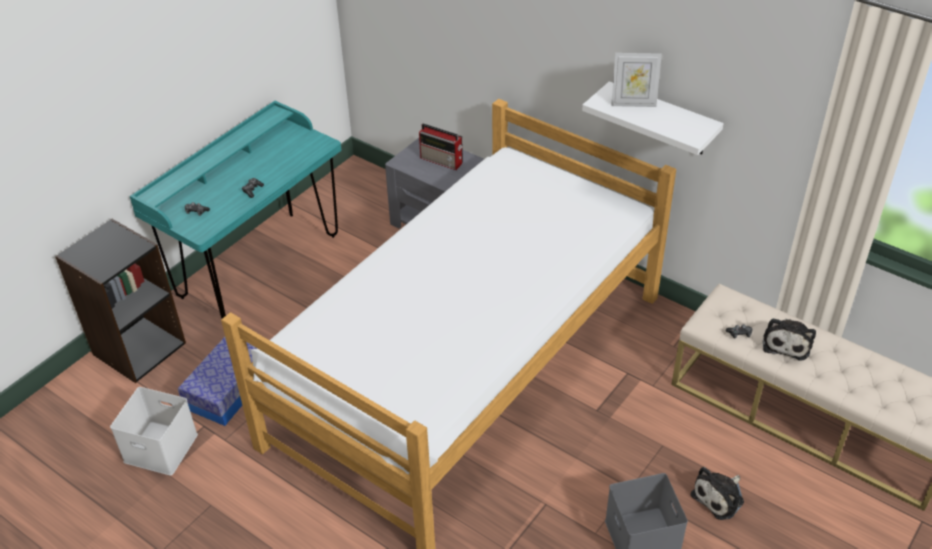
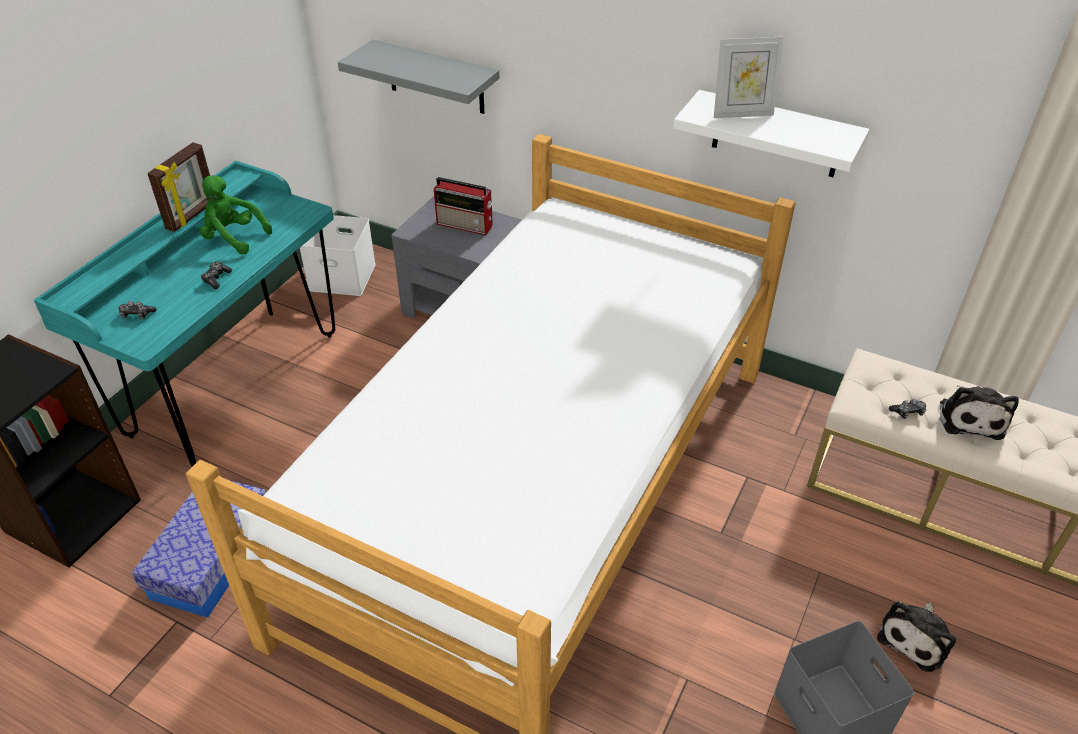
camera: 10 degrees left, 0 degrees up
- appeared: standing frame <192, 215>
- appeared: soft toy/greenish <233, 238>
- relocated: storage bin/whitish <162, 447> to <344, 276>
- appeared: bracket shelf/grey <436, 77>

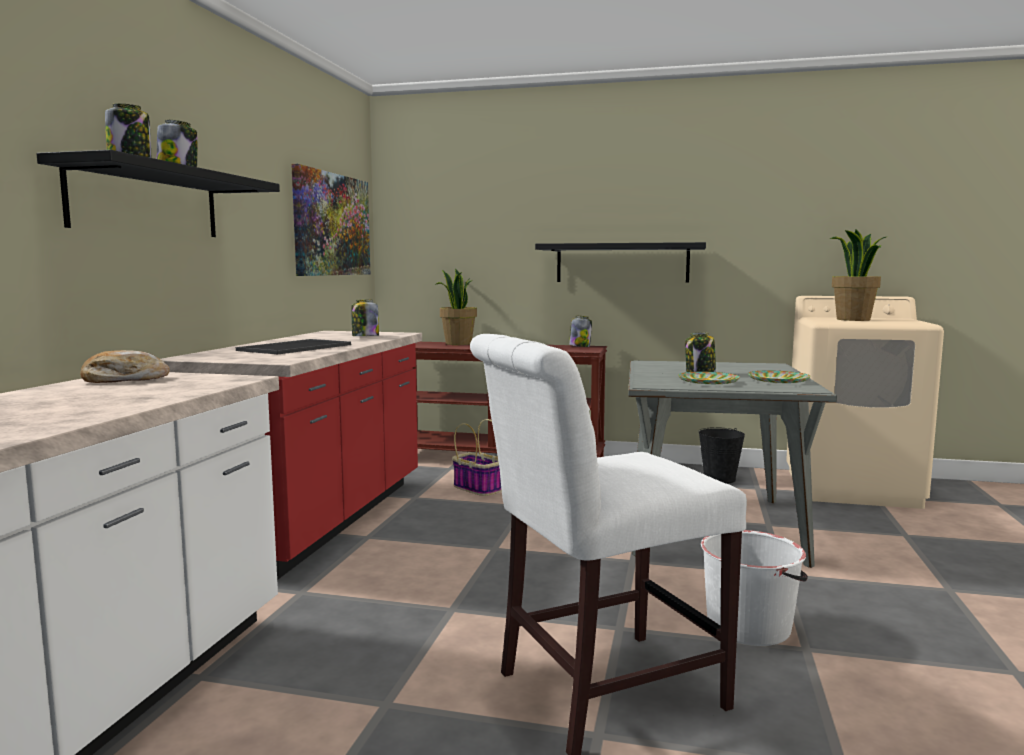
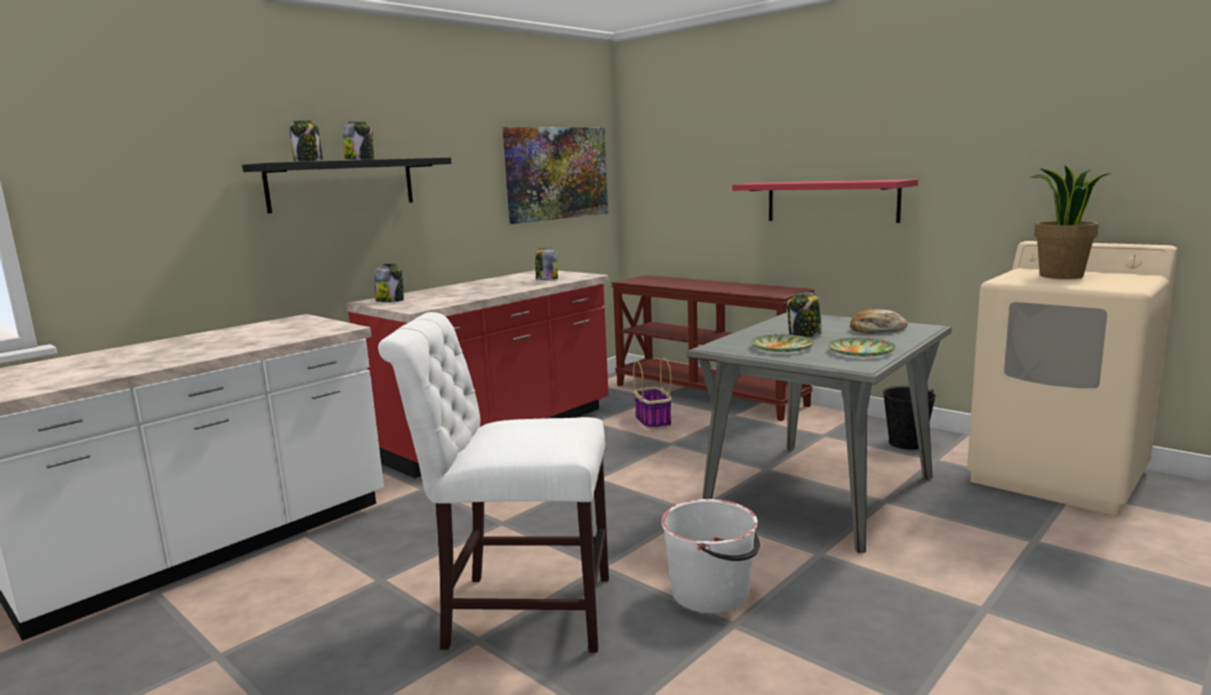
camera: 30 degrees right, 5 degrees up
- relocated: jar <579, 346> to <390, 301>
- colour: bracket shelf/black-coloured <622, 263> to bracket shelf/red-coloured <831, 201>
- relocated: bread <124, 380> to <877, 330>
- missing: carrying tray <295, 347>
- missing: houseplant <458, 343>

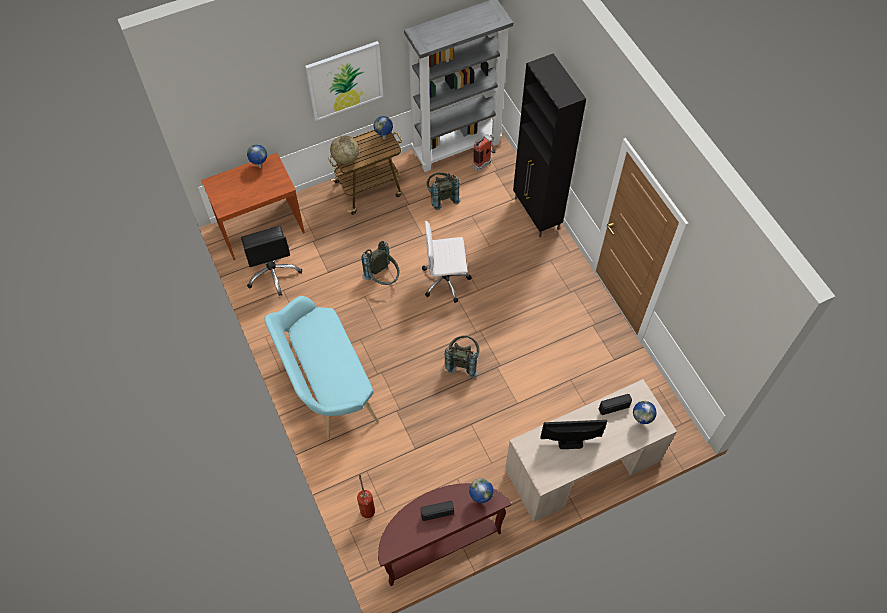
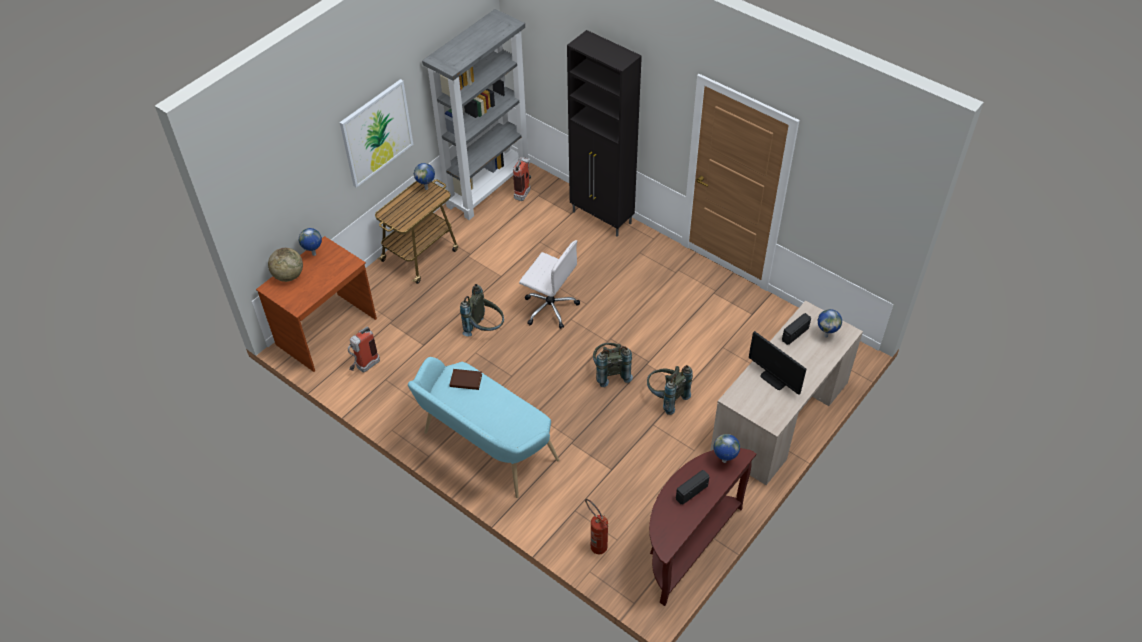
camera: 25 degrees left, 10 degrees down
- relocated: globe <345, 159> to <288, 276>
- exchanged: desk chair/black-coloured <273, 272> to fire extinguisher <364, 367>
- appeared: volume/brown <466, 381>
- spun: desk chair/whitish <446, 280> = <549, 307> 120 degrees counterclockwise
- relocated: rucksack/grey <441, 197> to <666, 398>
- spun: computer screen <570, 441> = <774, 378> 105 degrees counterclockwise

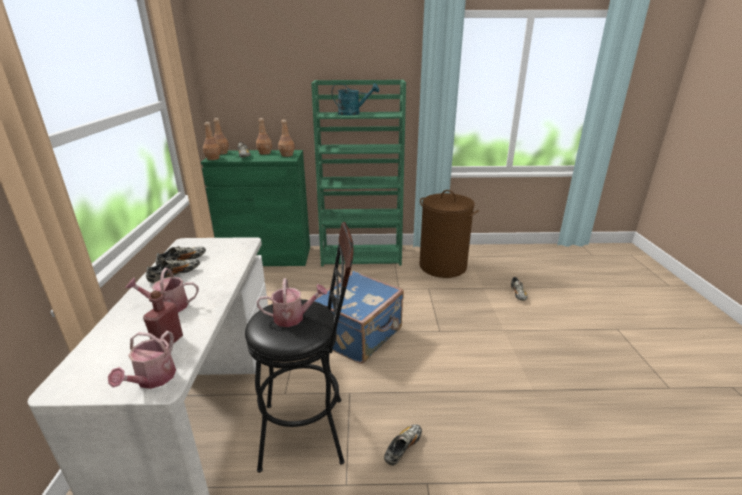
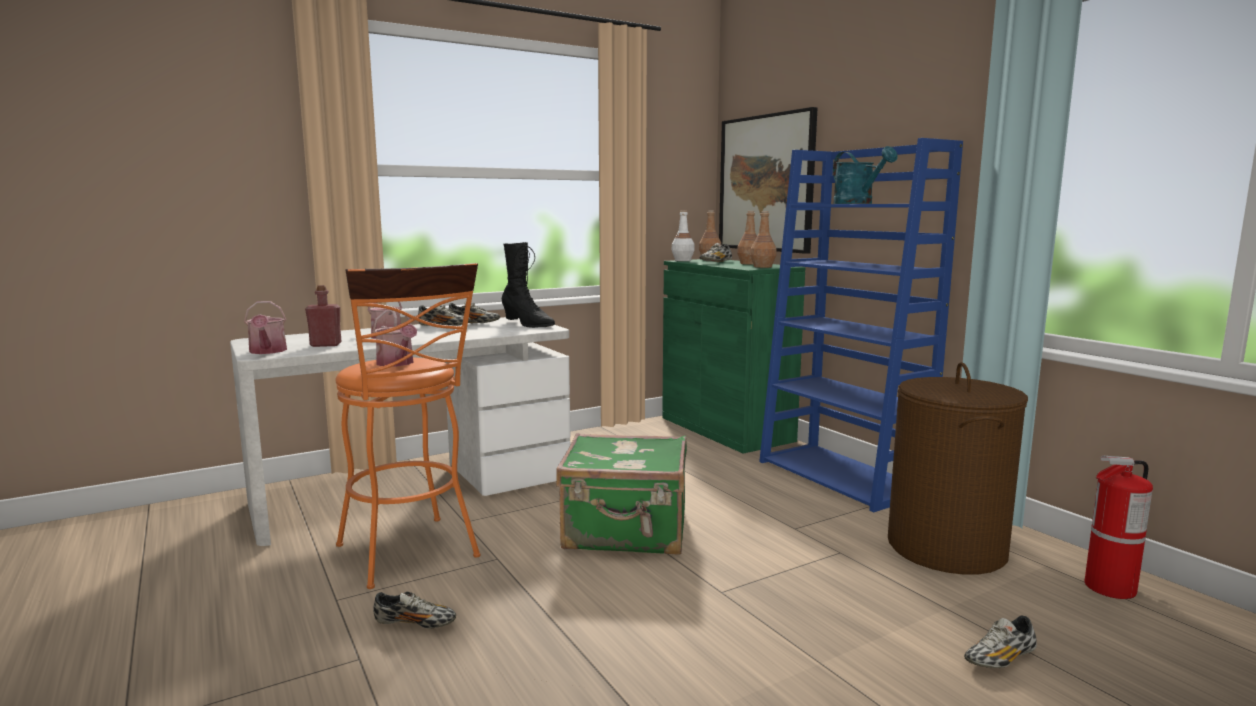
camera: 60 degrees right, 15 degrees down
- spun: watering can <152, 379> = <267, 351> 90 degrees counterclockwise
- colour: stool/black-coloured <312, 431> to stool/orange <412, 555>
- appeared: tall boot/black-coloured <527, 324>
- colour: suitcase/blue-coloured <359, 335> to suitcase/greenish <626, 532>
- colour: drink bottle/brown <213, 158> to drink bottle/whitish <682, 260>
- appeared: picture <766, 183>
- colour: bookcase/greenish <362, 255> to bookcase/blue-coloured <843, 477>
- appeared: fire extinguisher <1109, 588>

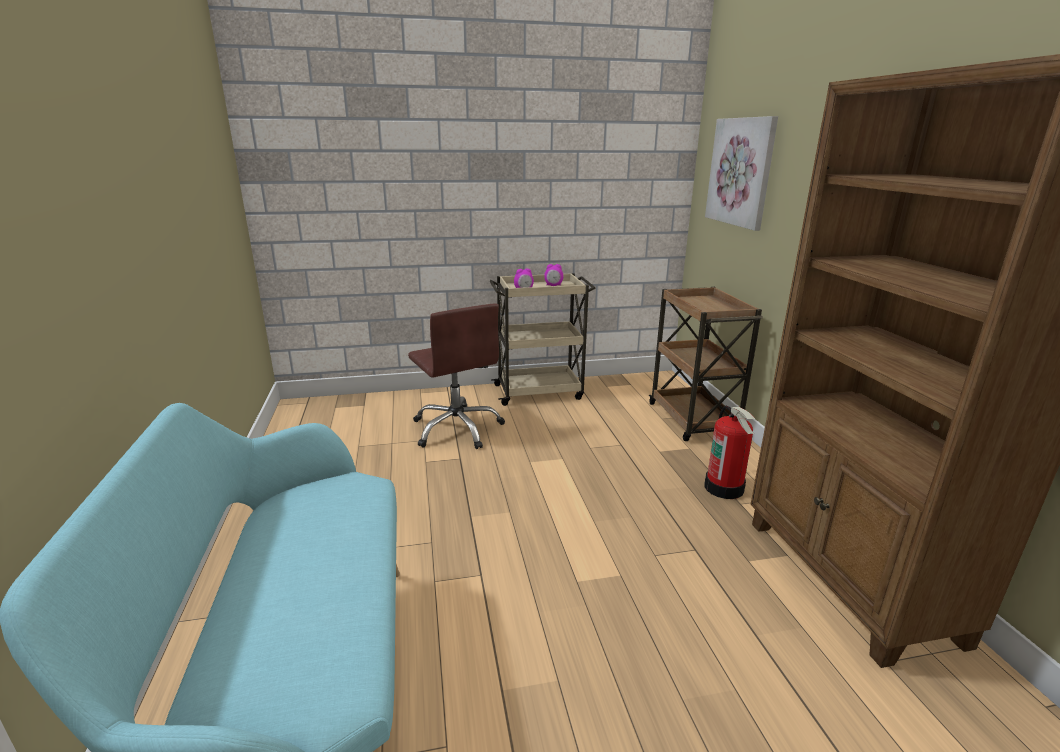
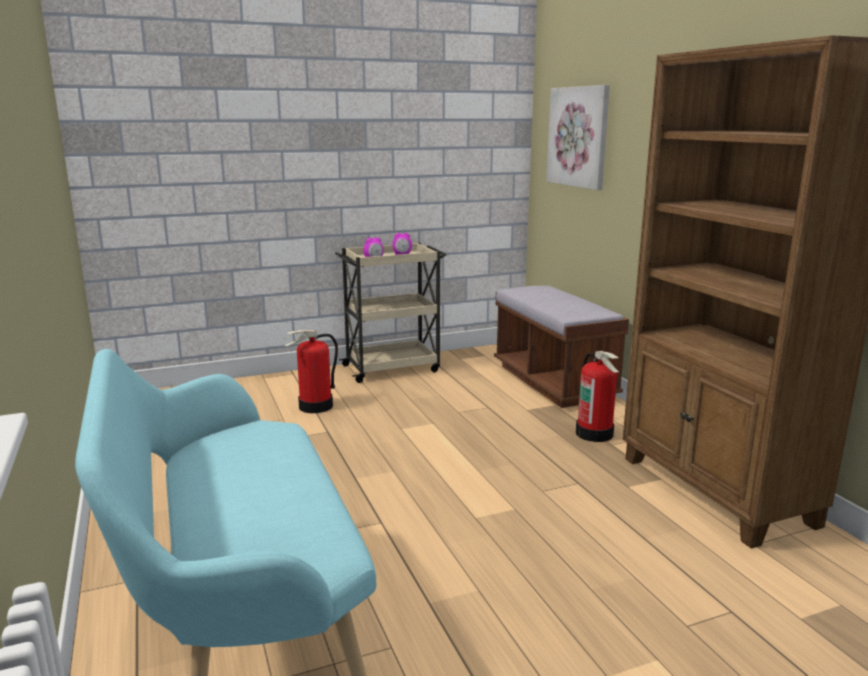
camera: 10 degrees left, 5 degrees down
- exchanged: desk chair/brown <457, 428> to fire extinguisher <316, 406>
- exchanged: cart/brown <693, 420> to bench/brown <553, 382>

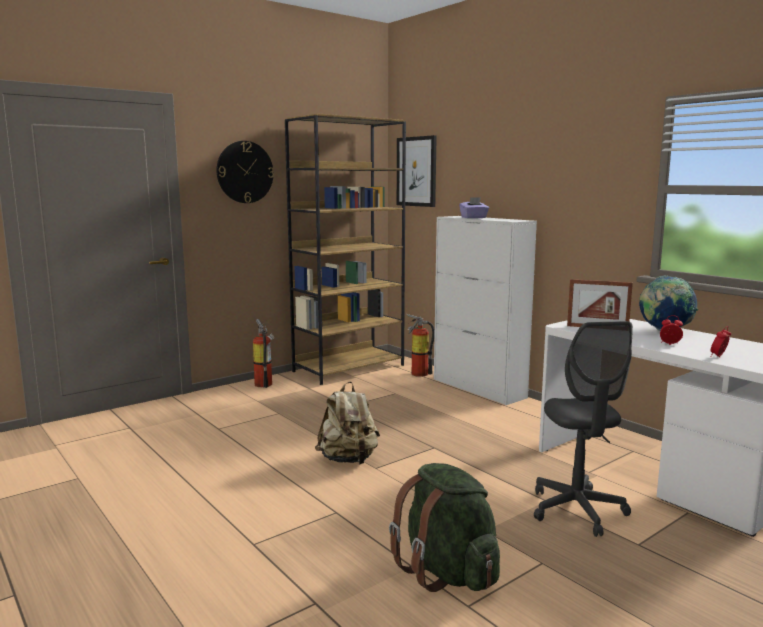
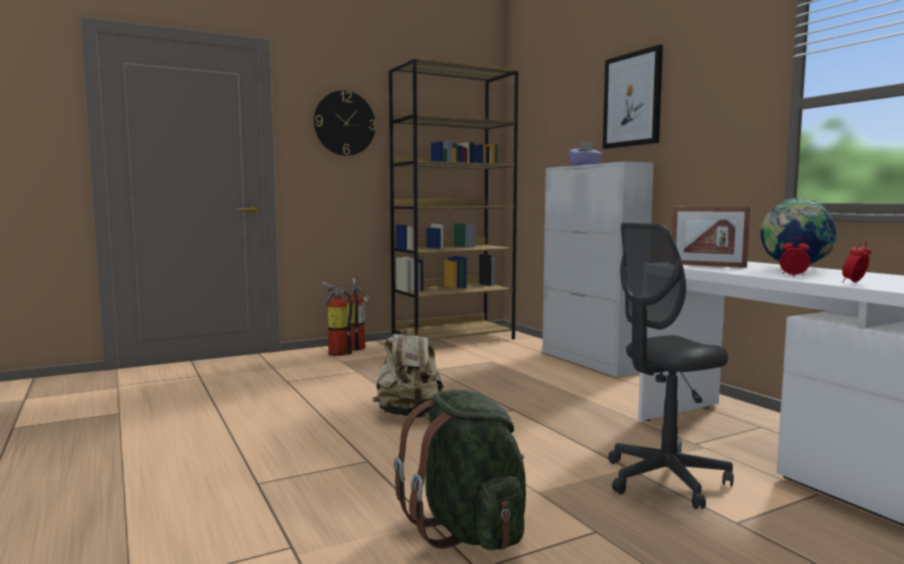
camera: 10 degrees right, 5 degrees down
- relocated: fire extinguisher <417, 373> to <337, 353>
- relocated: picture <416, 171> to <632, 100>
- spun: desk chair/grey <577, 510> = <665, 480> 60 degrees clockwise

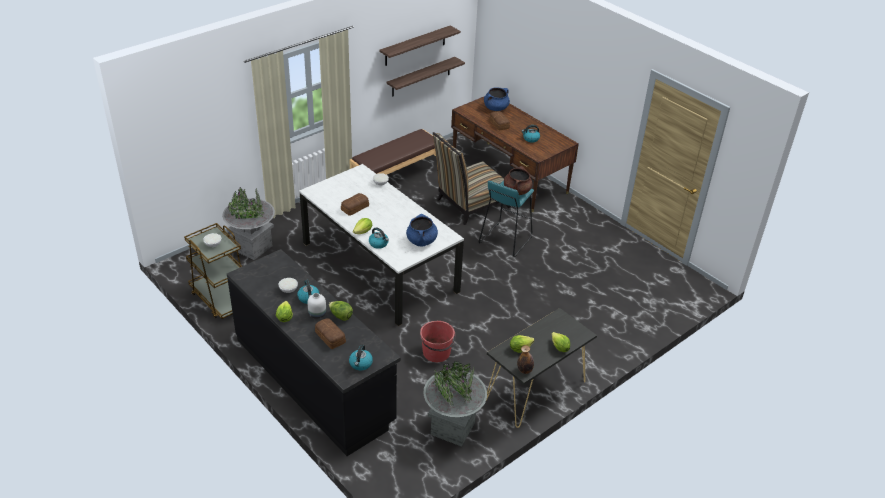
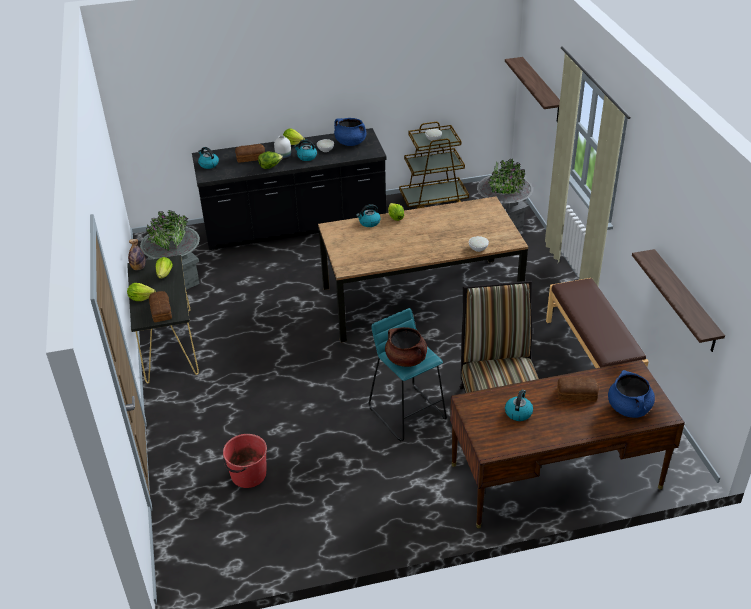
camera: 120 degrees right, 0 degrees up
- relocated: bread <354, 208> to <161, 310>
- relocated: pail/red-coloured <436, 353> to <248, 475>
- colour: kitchen table/whitish <380, 267> to kitchen table/brown <419, 298>
- relocated: cooking pot/blue-coloured <421, 241> to <350, 142>
- relocated: bracket shelf <415, 46> to <541, 90>

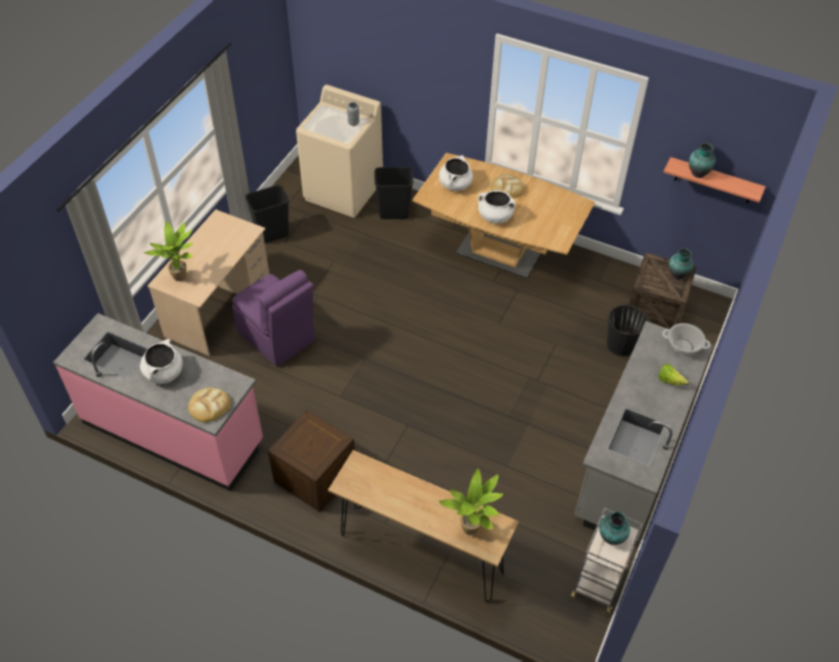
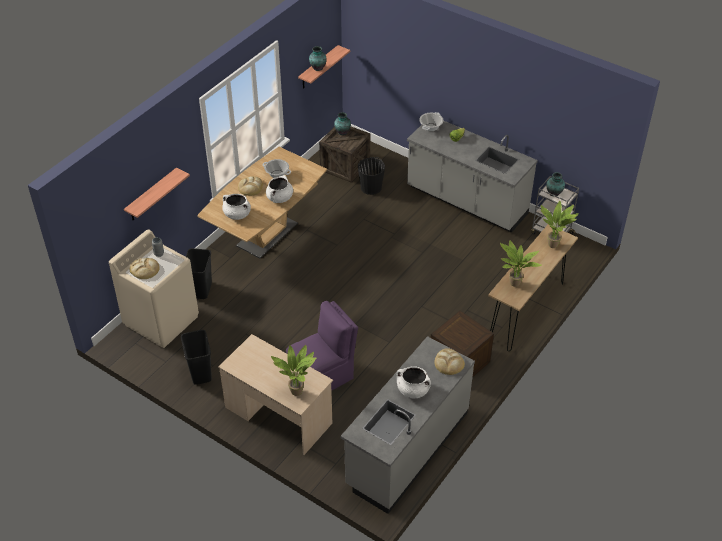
camera: 80 degrees left, 5 degrees down
- appeared: bracket shelf <151, 195>
- appeared: bread <145, 269>
- appeared: cooking pot <277, 174>
- colour: counter/pink <173, 432> to counter/grey <406, 448>
- appeared: houseplant <514, 285>

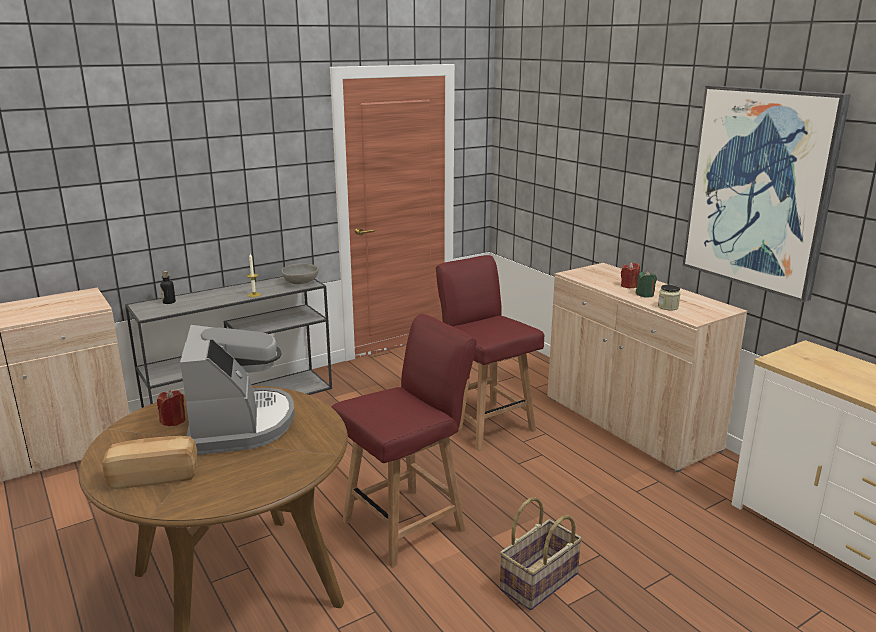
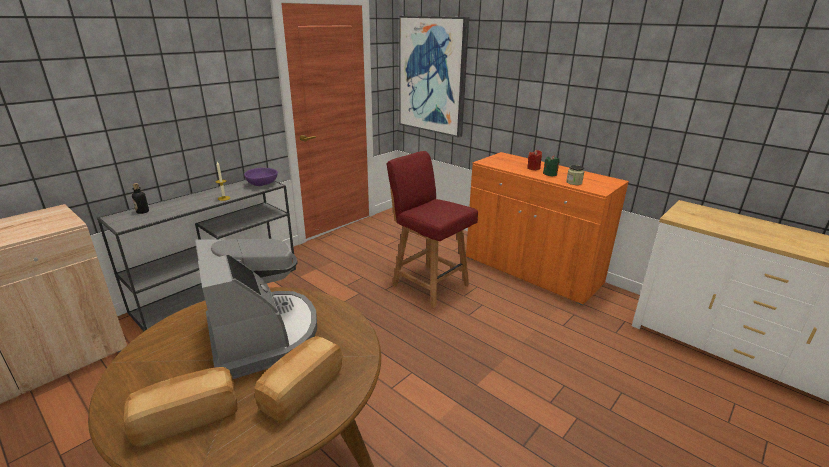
camera: 15 degrees left, 5 degrees up
- colour: deep dish/grey <300, 282> to deep dish/purplish <262, 184>
- appeared: bread <300, 389>
- relocated: picture <760, 189> to <432, 76>
- colour: cabinet/beige <629, 423> to cabinet/orange <531, 271>
- missing: wax candle/red-coloured <173, 421>
- missing: plain chair/red-coloured <406, 524>
- missing: storage basket <540, 582>

